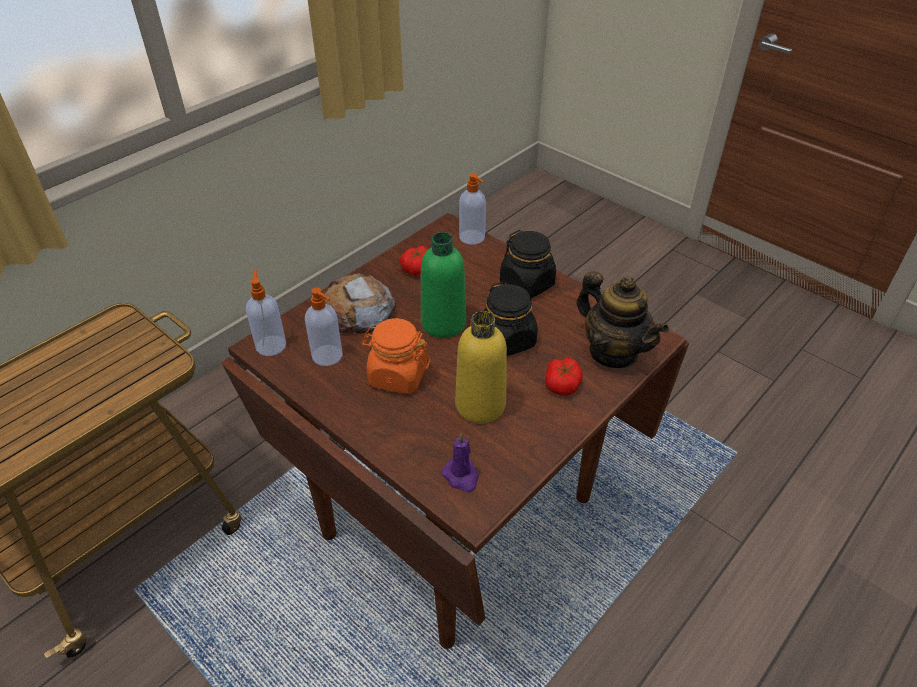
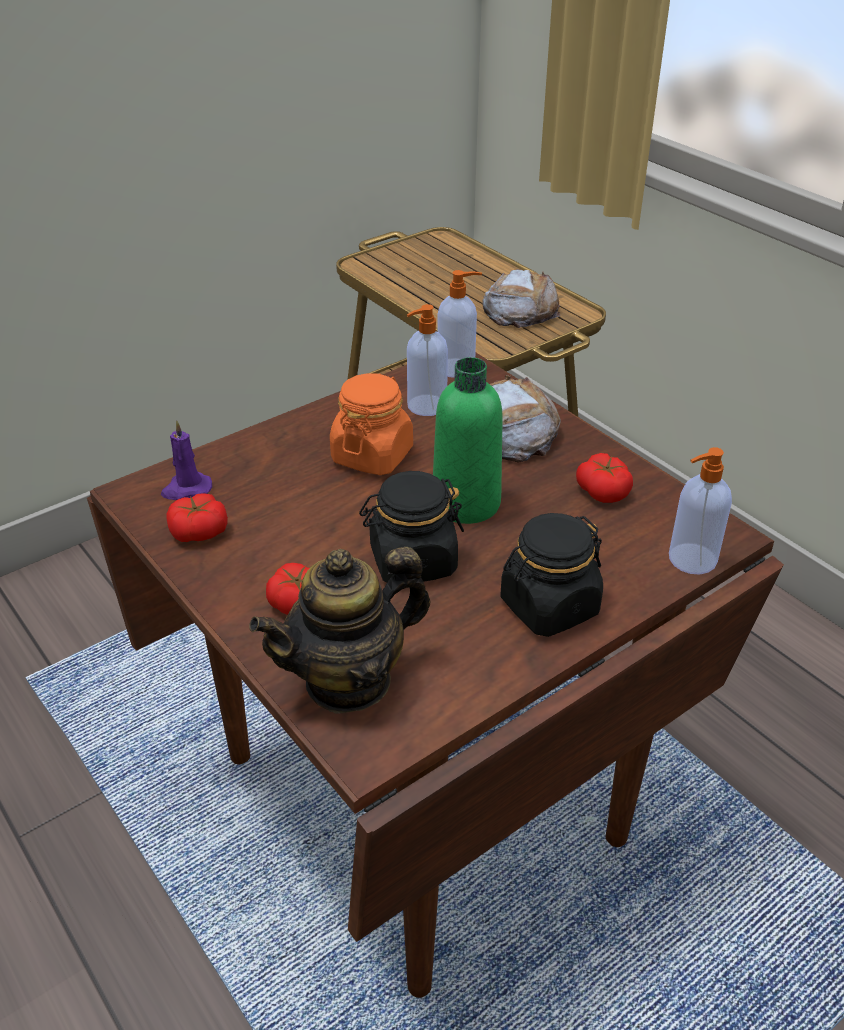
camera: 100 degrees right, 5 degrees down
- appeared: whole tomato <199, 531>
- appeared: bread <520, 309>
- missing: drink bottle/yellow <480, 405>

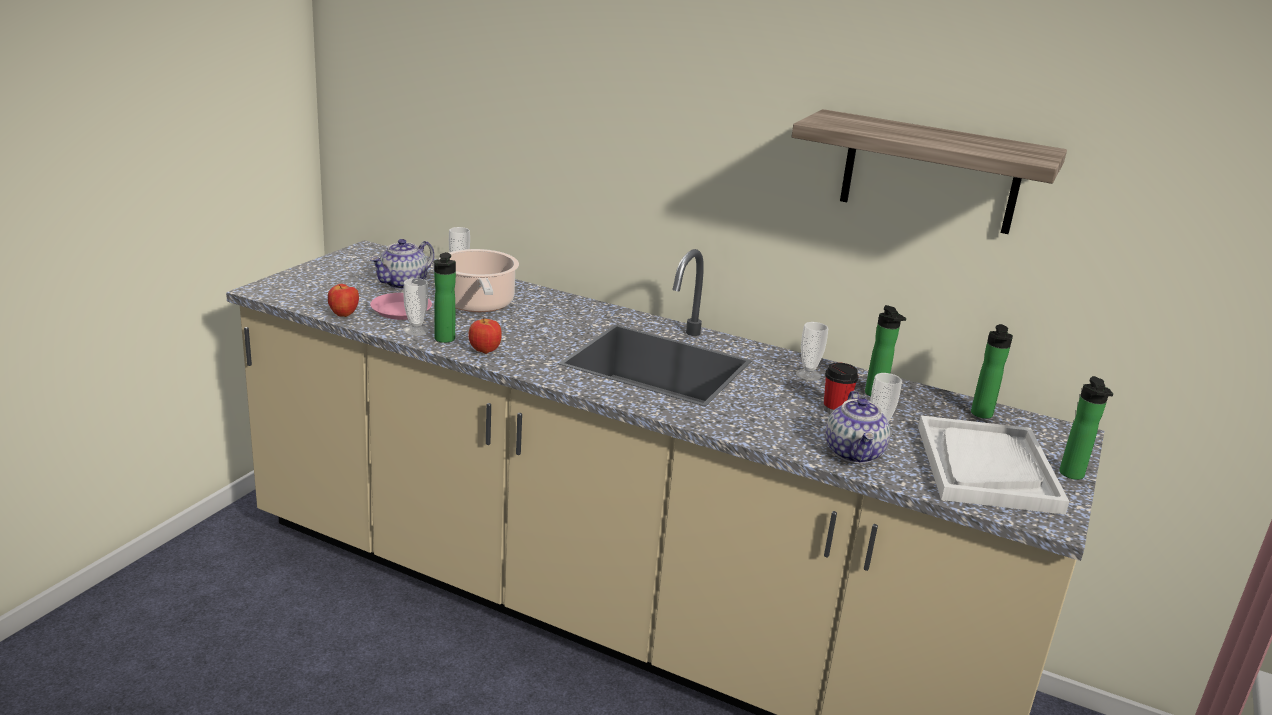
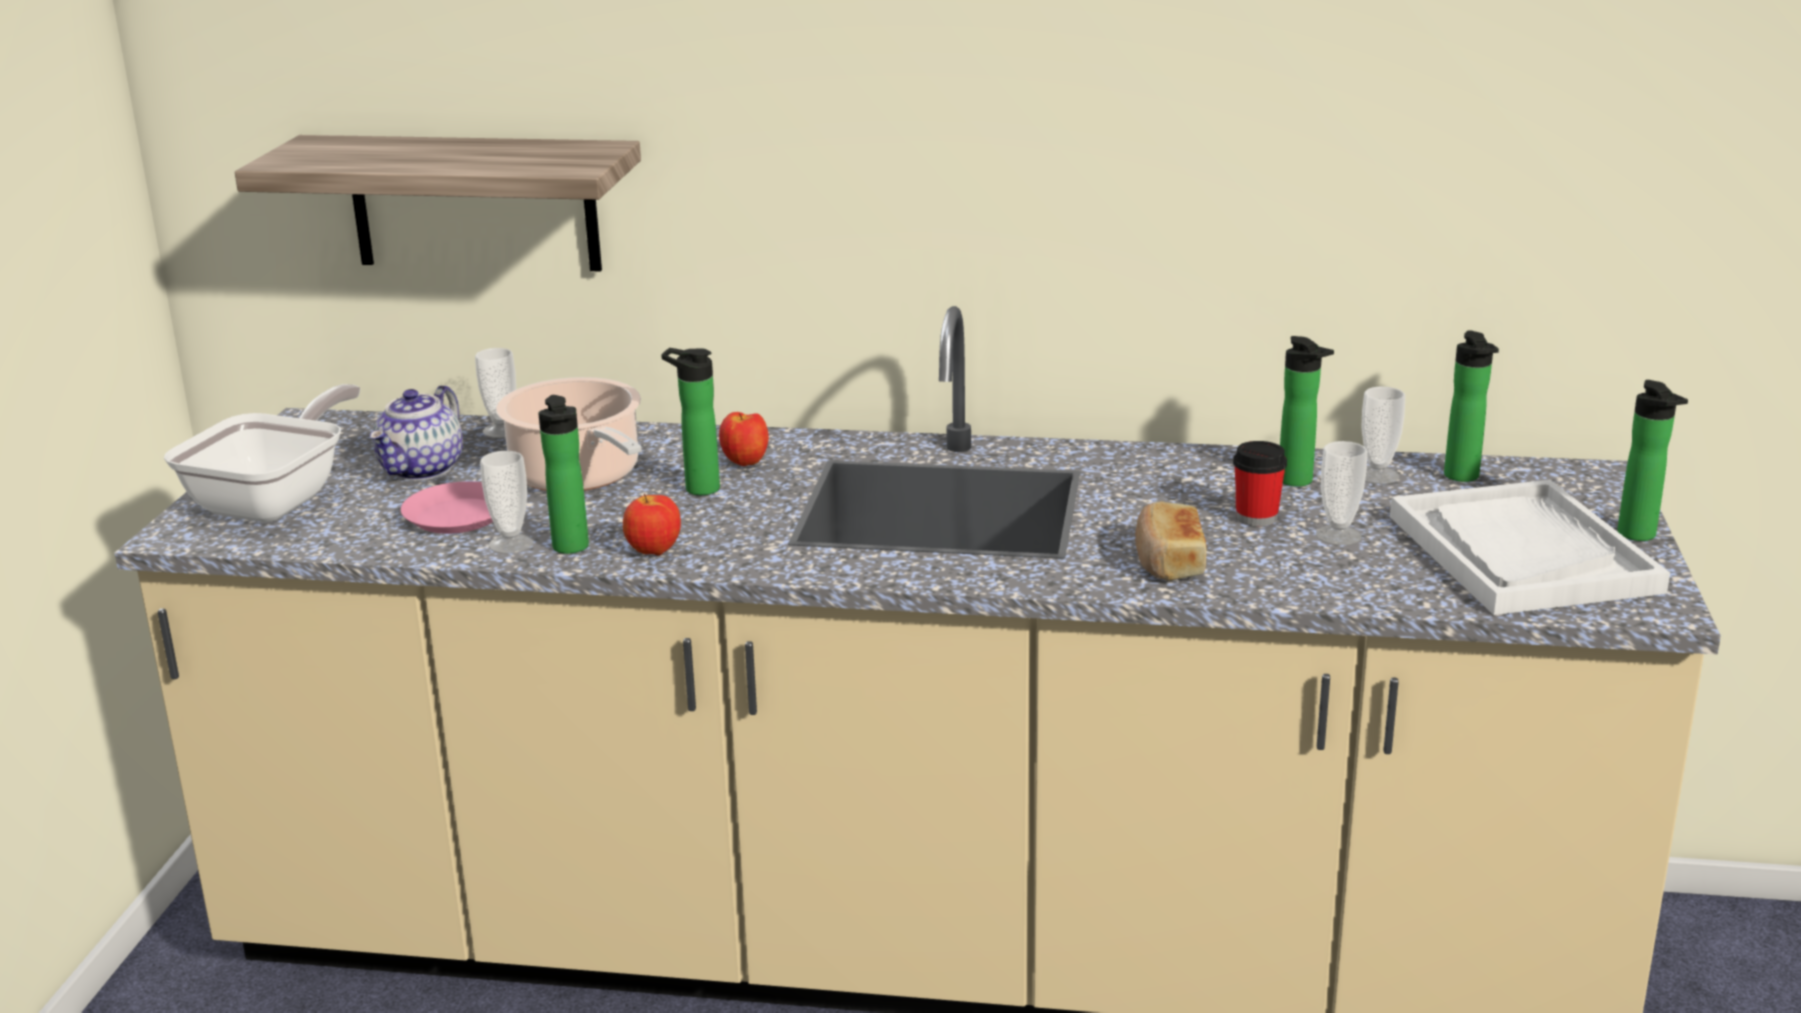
camera: 15 degrees left, 0 degrees up
- appeared: frying pan <278, 500>
- relocated: bracket shelf <930, 173> to <474, 203>
- appeared: drink bottle <697, 488>
- relocated: whole apple <344, 315> to <746, 464>
- appeared: bread <1168, 561>
- relocated: cup <808, 375> to <1377, 475>
- missing: teapot <854, 453>

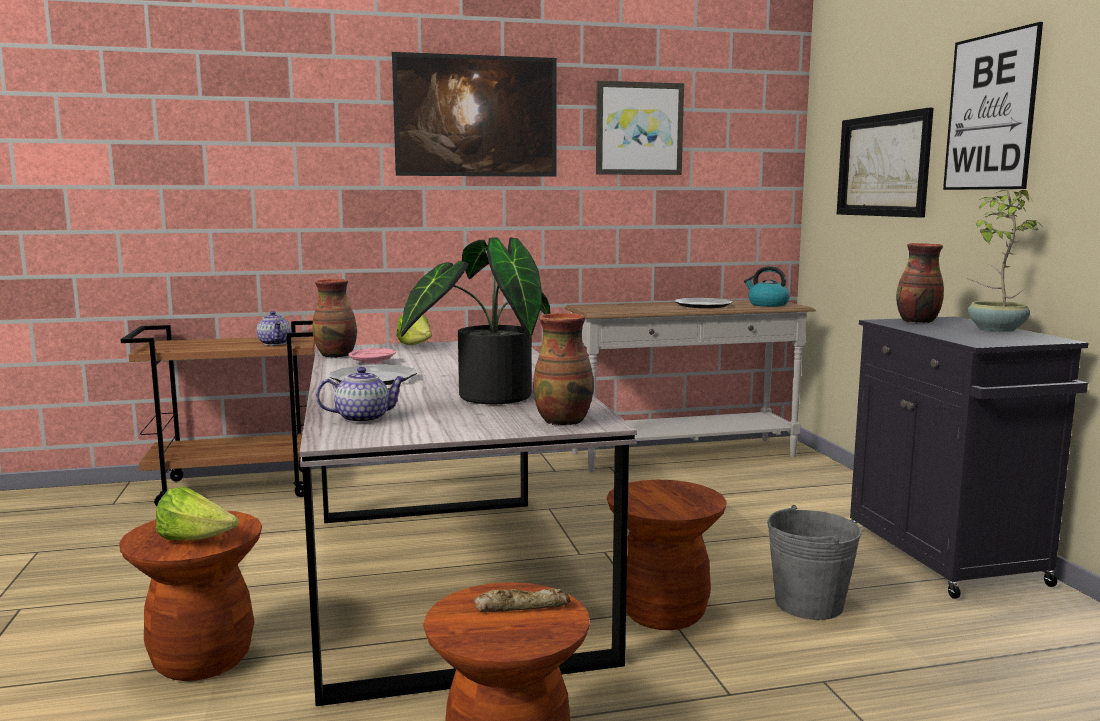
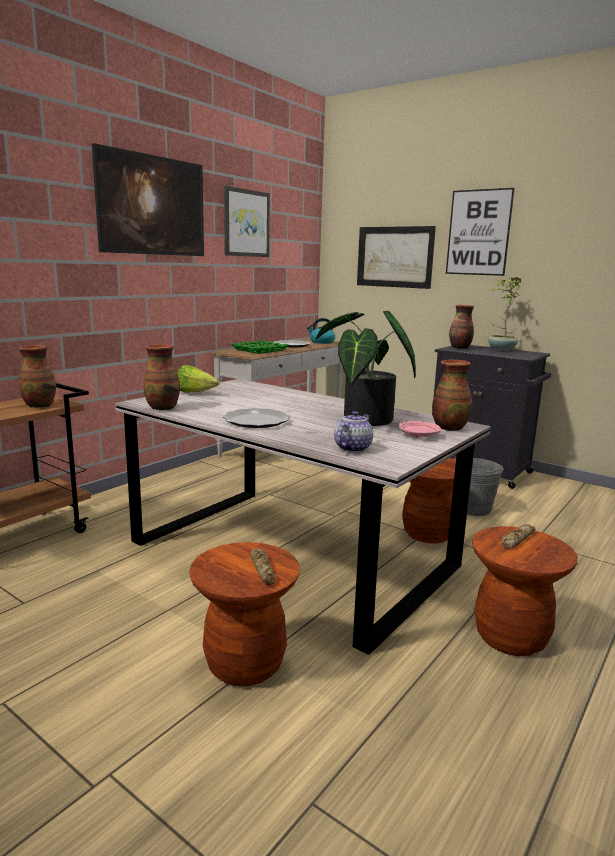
camera: 40 degrees left, 5 degrees up
- exchanged: teapot <275, 343> to flower vase <40, 405>
- appeared: carrying tray/greenish <259, 350>
- exchanged: lettuce head <196, 540> to bread <263, 570>
- relocated: flat dish/pink <372, 362> to <418, 435>

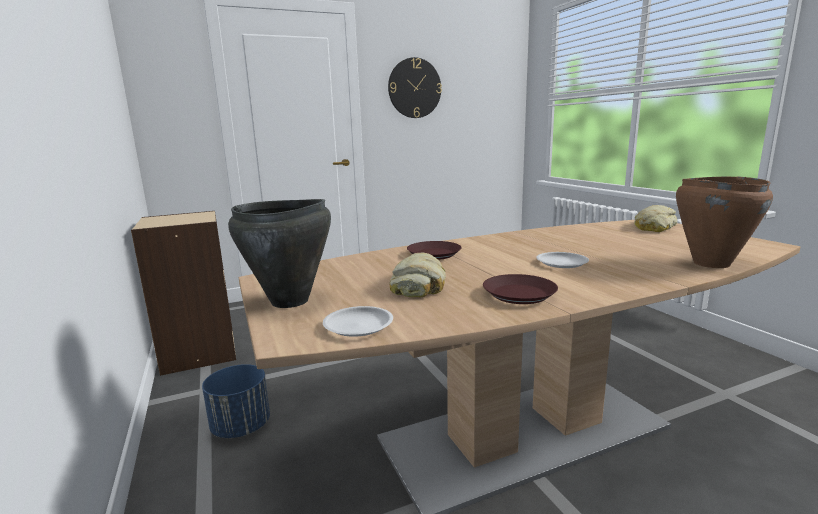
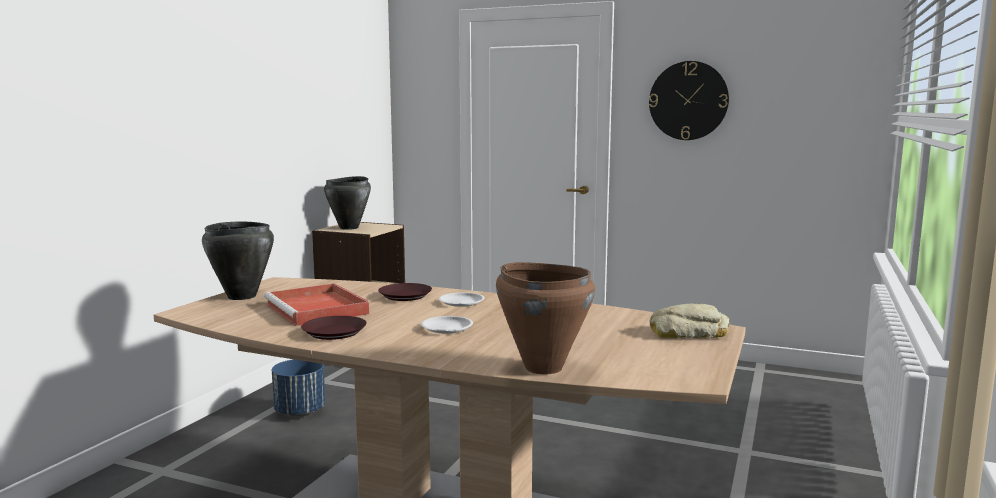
camera: 45 degrees right, 5 degrees down
- exchanged: bread <419, 284> to carrying tray/red-coloured <318, 309>
- appeared: cooking pot/black-coloured <349, 228>
- relocated: flat dish/whitish <359, 326> to <461, 302>

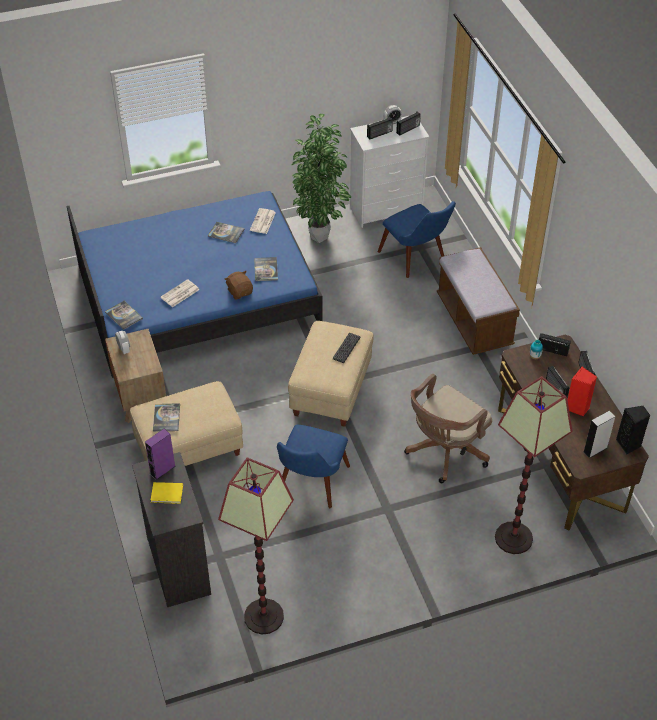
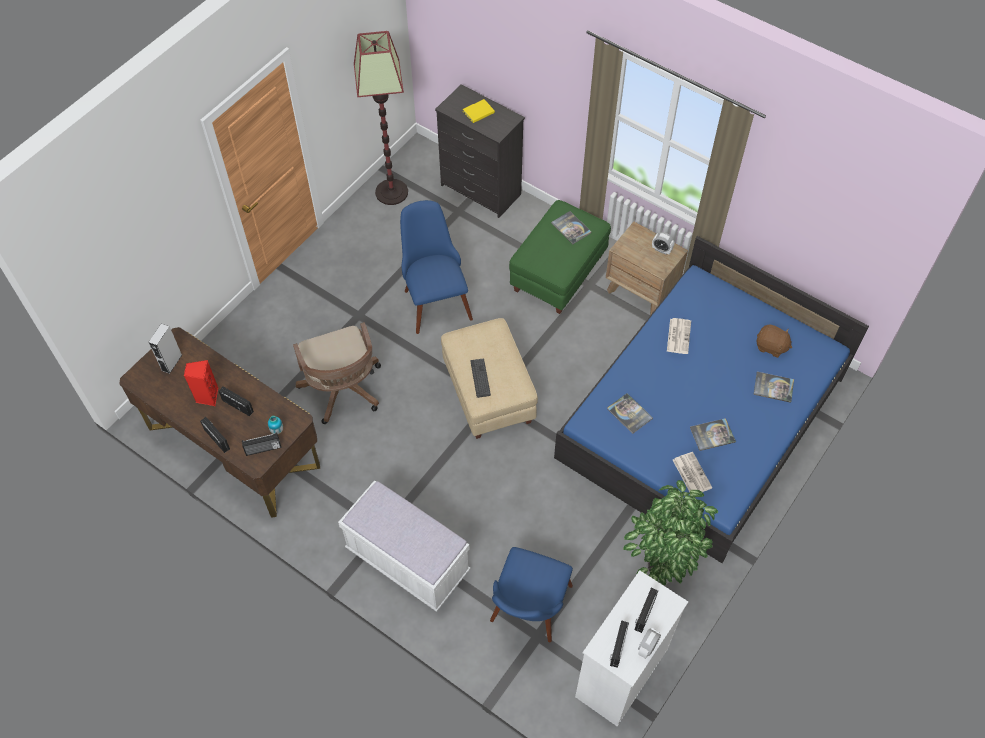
camera: 145 degrees right, 10 degrees up
- spun: desk chair/brown <444, 452> = <343, 391> 150 degrees clockwise
- colour: bench/brown <474, 321> to bench/whitish <407, 561>
- spun: plain chair/blue-coloured <417, 259> = <527, 613> 90 degrees counterclockwise
- colour: ottoman/beige <189, 447> to ottoman/greenish <559, 273>
- relocated: volume <124, 315> to <773, 387>
- relocated: soft toy/brown <240, 292> to <771, 347>
- missing: speaker/purplish <162, 470>
- missing: standing lamp <513, 538>
- missing: speaker/black-coloured <629, 444>

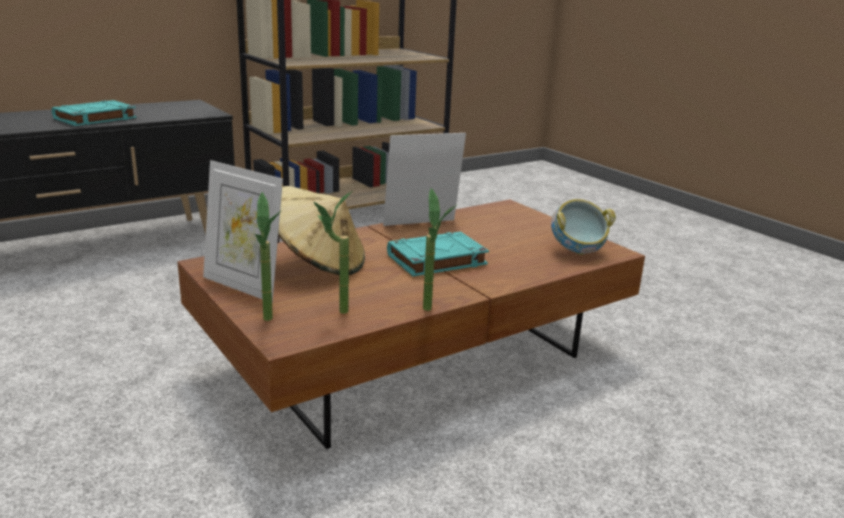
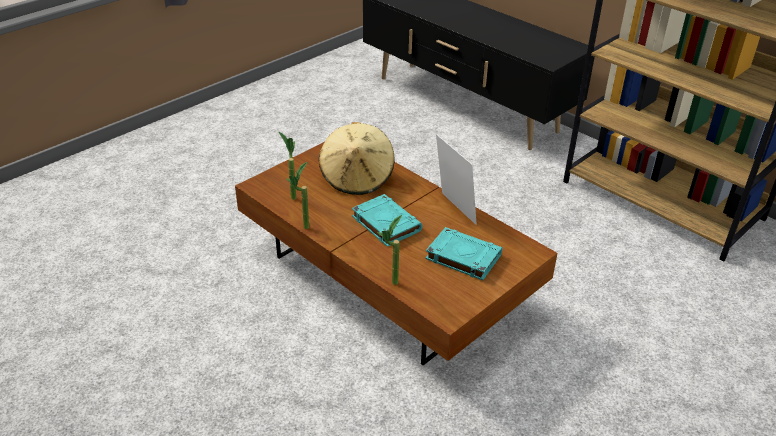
camera: 80 degrees right, 15 degrees up
- relocated: houseplant <271, 323> to <390, 285>
- relocated: volume/turquoise <94, 118> to <462, 257>
- missing: standing frame <244, 286>
- missing: deep dish <576, 252>

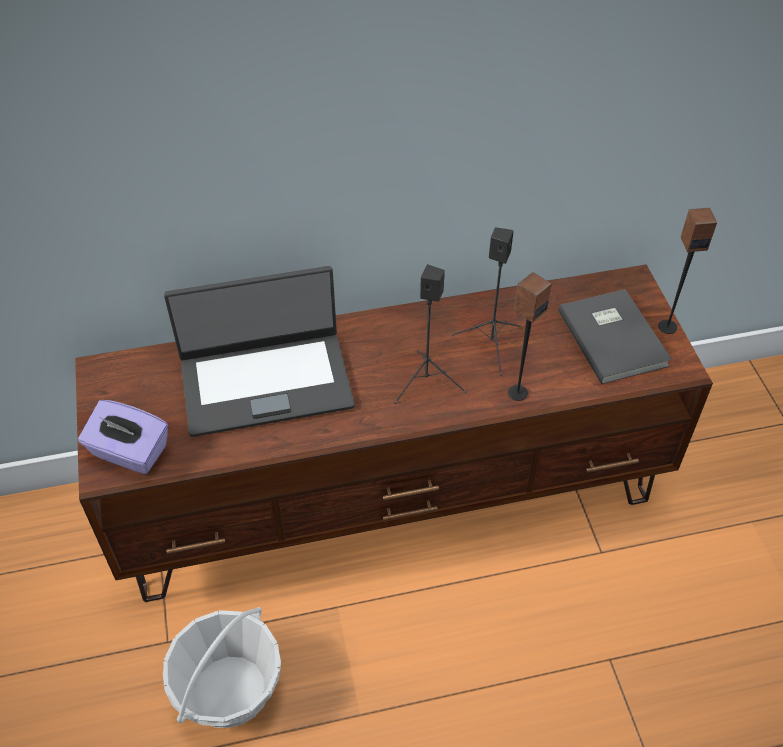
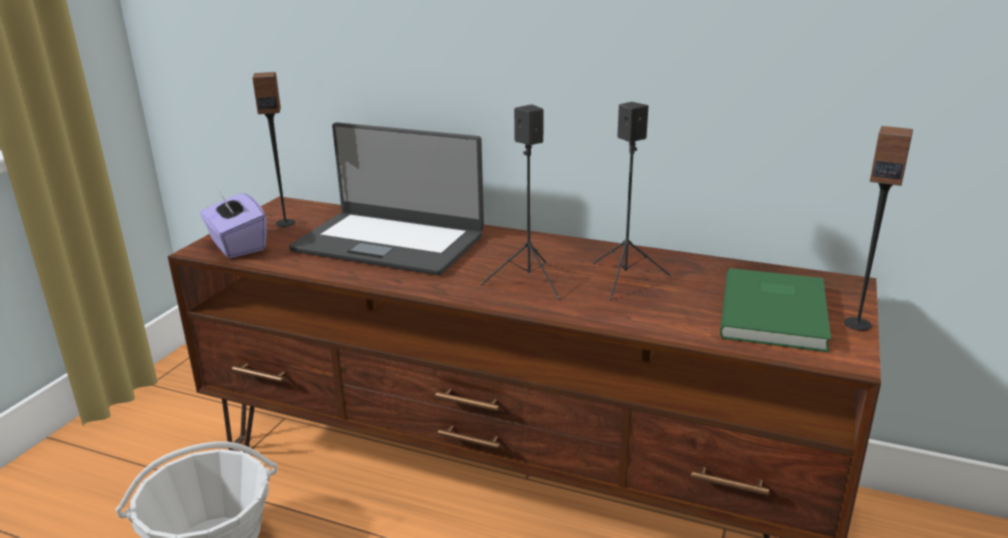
camera: 35 degrees right, 25 degrees down
- relocated: speaker <517, 392> to <285, 223>
- colour: volume/grey <614, 337> to volume/greenish <777, 312>

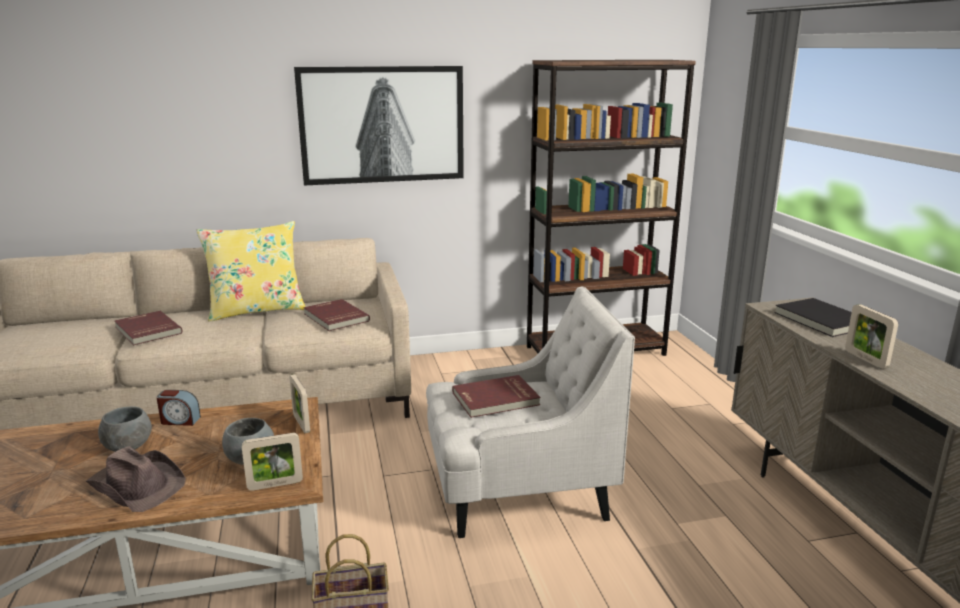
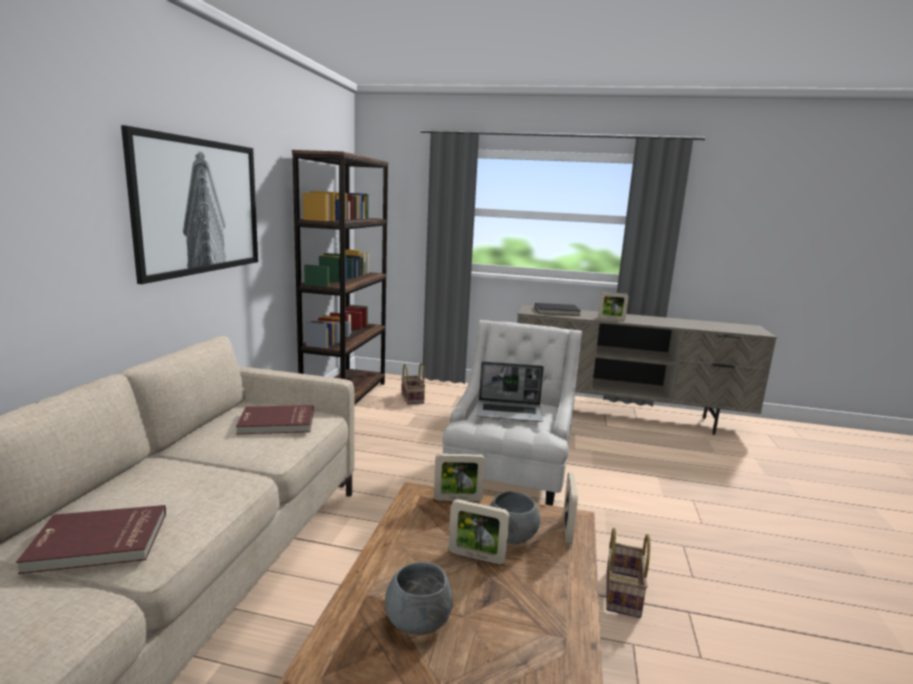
camera: 65 degrees left, 5 degrees down
- appeared: storage basket <413, 398>
- appeared: standing frame <476, 556>
- exchanged: volume/red-coloured <496, 399> to laptop <510, 412>
- missing: wearable hat/brown <138, 484>
- missing: bedside clock <180, 420>
- missing: pillow/yellow <256, 310>

